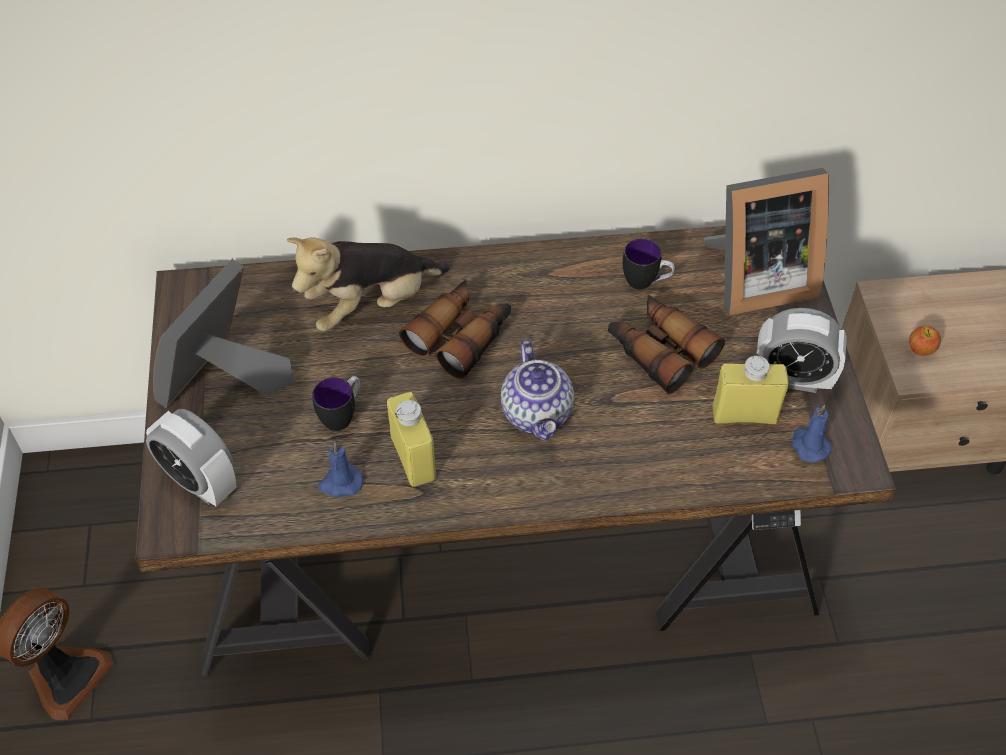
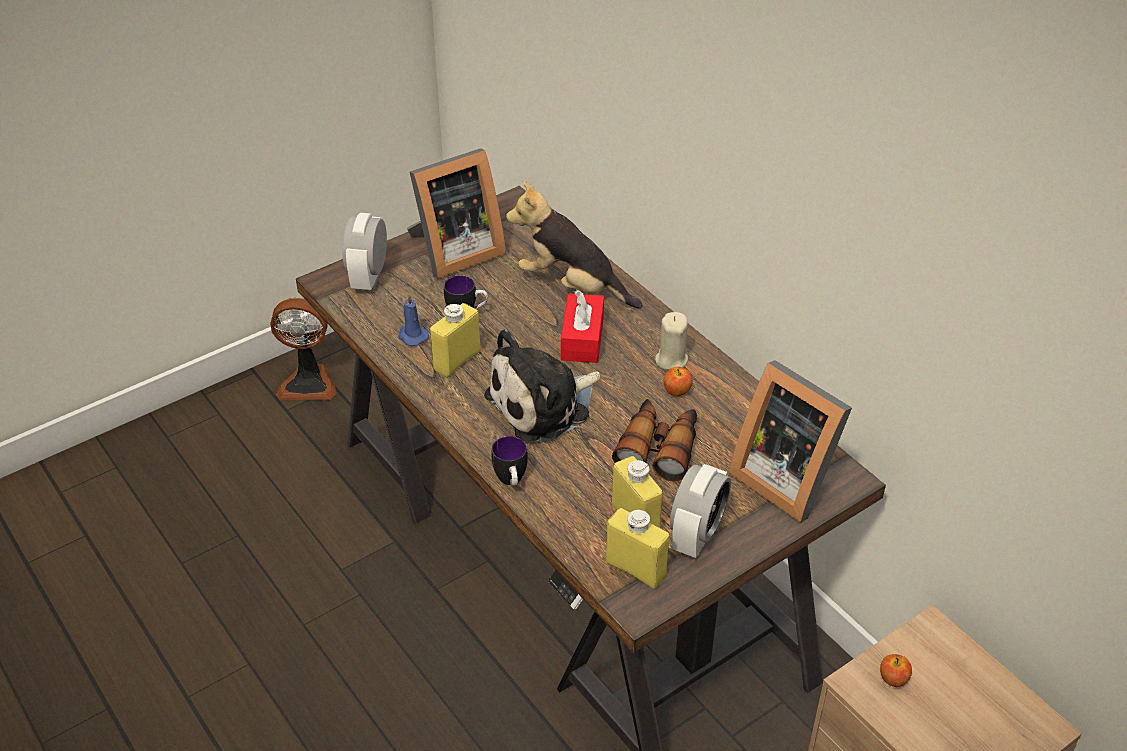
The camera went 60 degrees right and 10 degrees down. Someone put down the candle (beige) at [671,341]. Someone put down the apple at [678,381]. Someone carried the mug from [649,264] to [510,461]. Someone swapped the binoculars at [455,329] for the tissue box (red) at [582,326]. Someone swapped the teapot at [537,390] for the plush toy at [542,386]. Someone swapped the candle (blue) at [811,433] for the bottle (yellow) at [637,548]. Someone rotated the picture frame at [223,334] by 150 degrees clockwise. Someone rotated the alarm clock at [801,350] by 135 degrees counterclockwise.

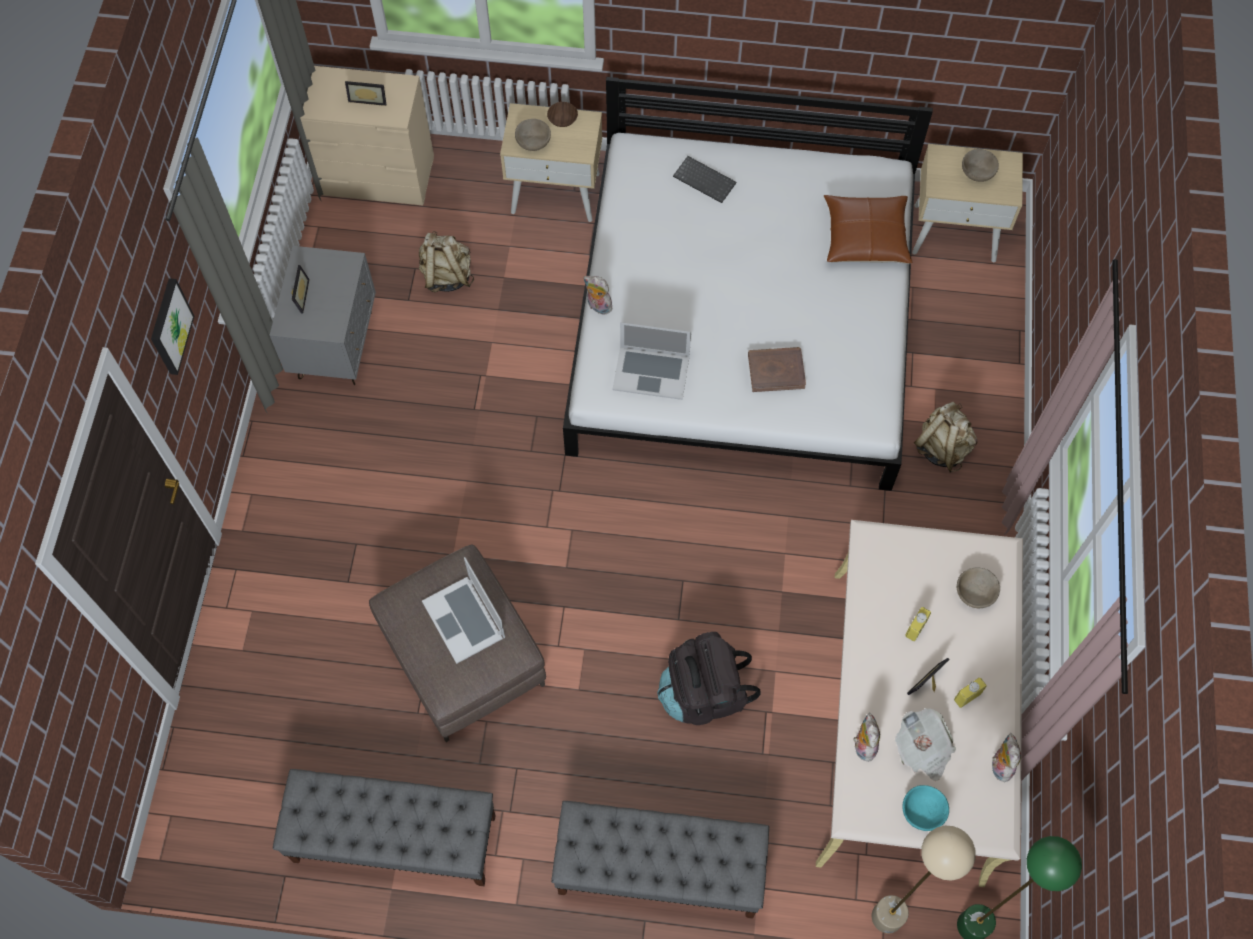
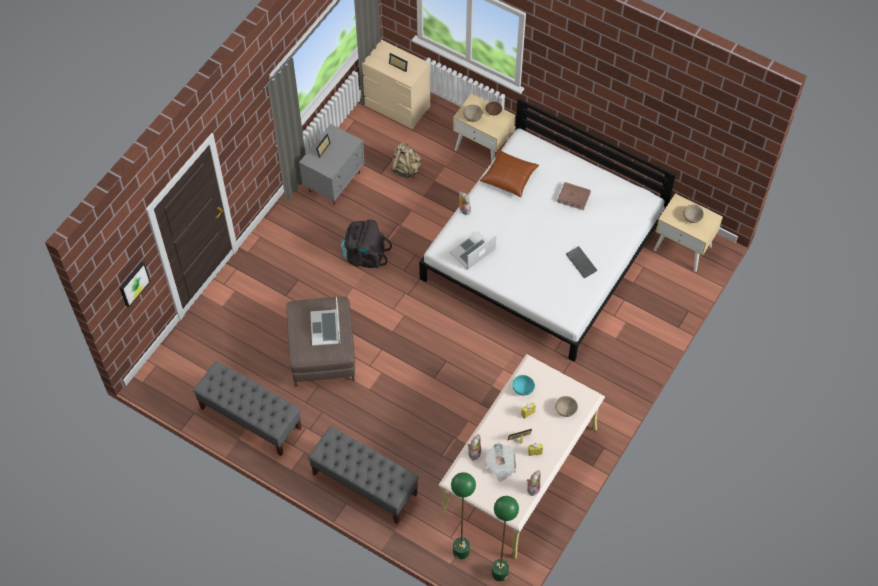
The camera went 25 degrees right and 5 degrees down. Someone took away the backpack (beige) at [946,437]. Someone carried the picture from [172,326] to [134,284]. Someone carried the backpack (black) from [709,678] to [366,244]. Someone carried the keyboard from [705,179] to [581,262]. Someone carried the book (brown) from [777,369] to [574,196]. Someone carried the pillow (brown) from [868,229] to [509,173]. Someone carried the bowl (turquoise) from [925,808] to [523,385]. Someone repainted the floor lamp (beige) at [924,879], which became the floor lamp (green) at [463,515]. Someone rotated the laptop at [652,361] by 105 degrees clockwise.

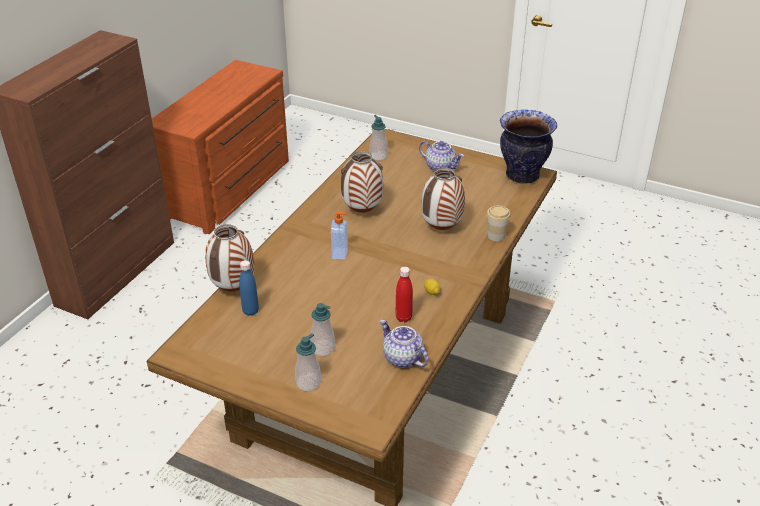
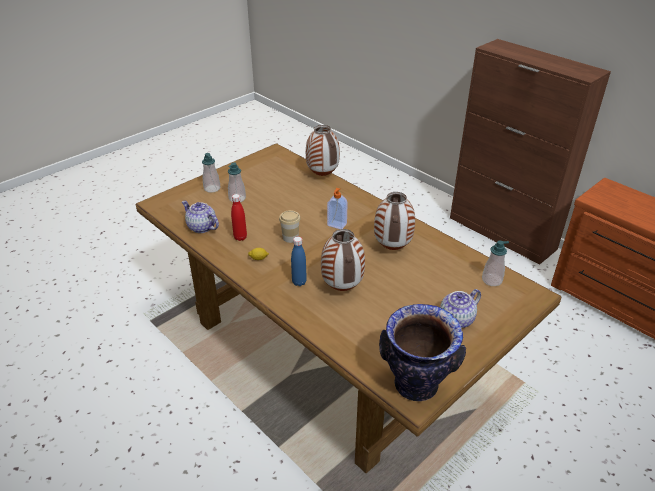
The camera went 110 degrees right and 0 degrees up. Someone carried the bottle (blue) from [249,288] to [299,261]. Someone carried the cup from [499,223] to [290,226]. Someone rotated the teapot at [404,344] by 120 degrees counterclockwise.

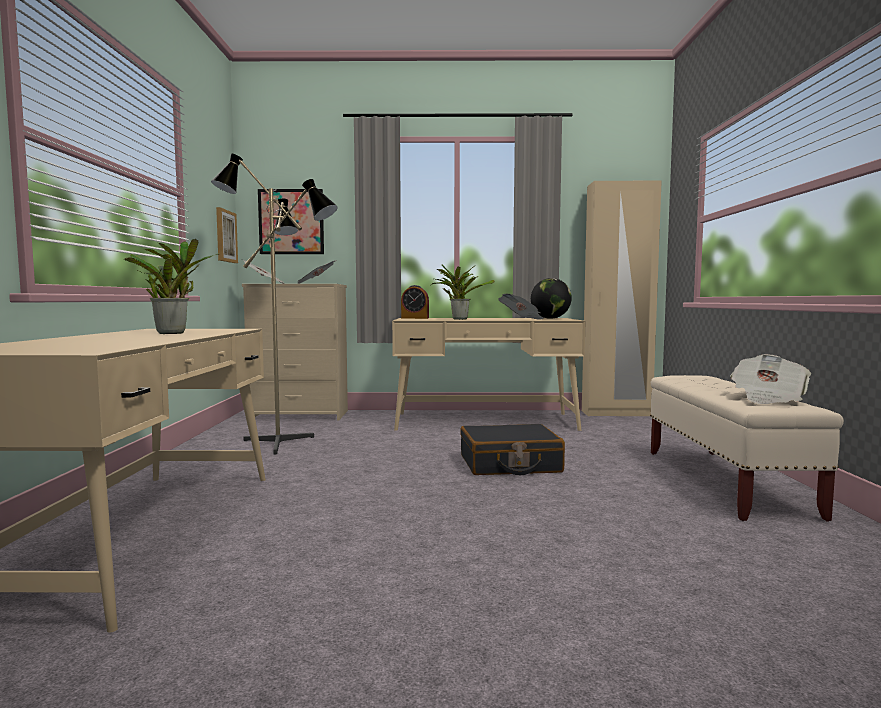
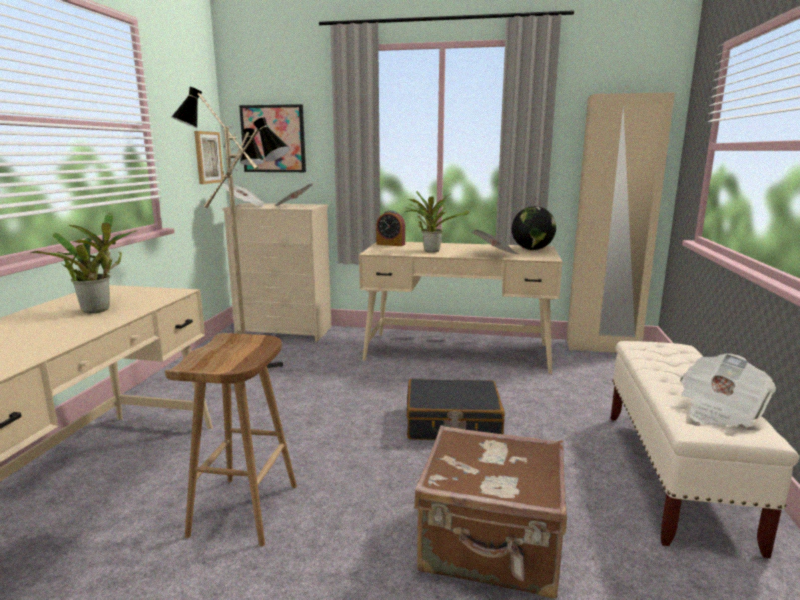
The camera went 10 degrees right and 10 degrees up. Someone put down the stool (brown) at [231,439]. Someone put down the suitcase (brown) at [490,512].

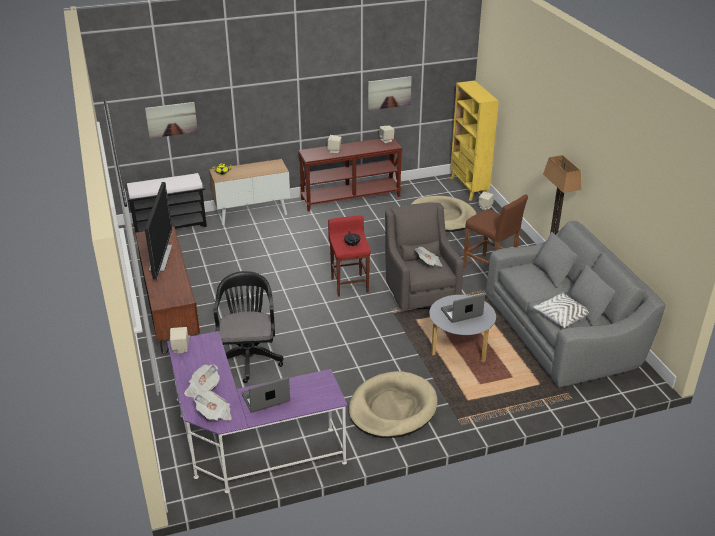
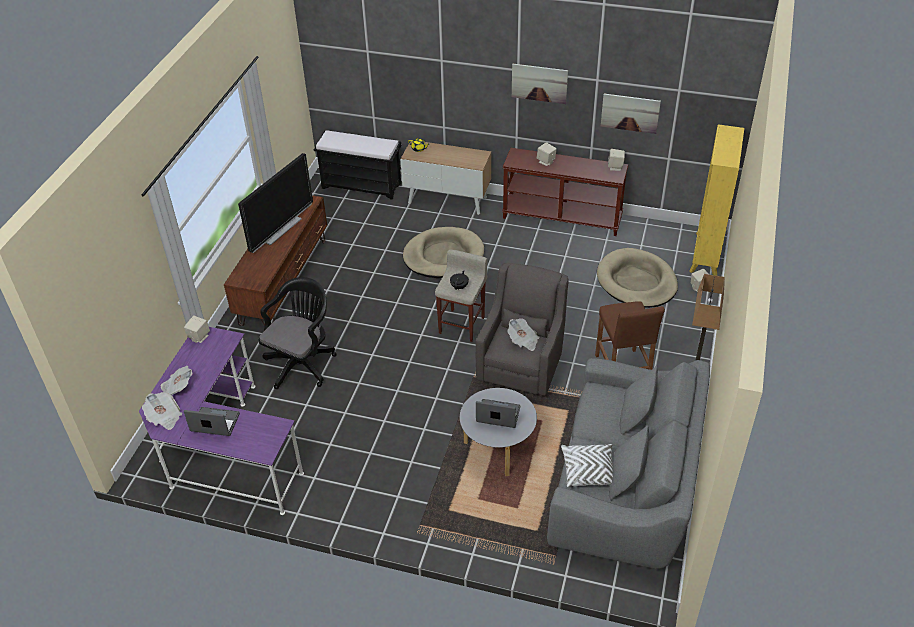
The camera went 35 degrees right and 10 degrees up. Someone carried the picture from [171,120] to [540,84]. Someone carried the dog bed (beige) from [393,404] to [443,252]. Someone repainted the stool (red) at [349,256], which became the stool (beige) at [461,296].

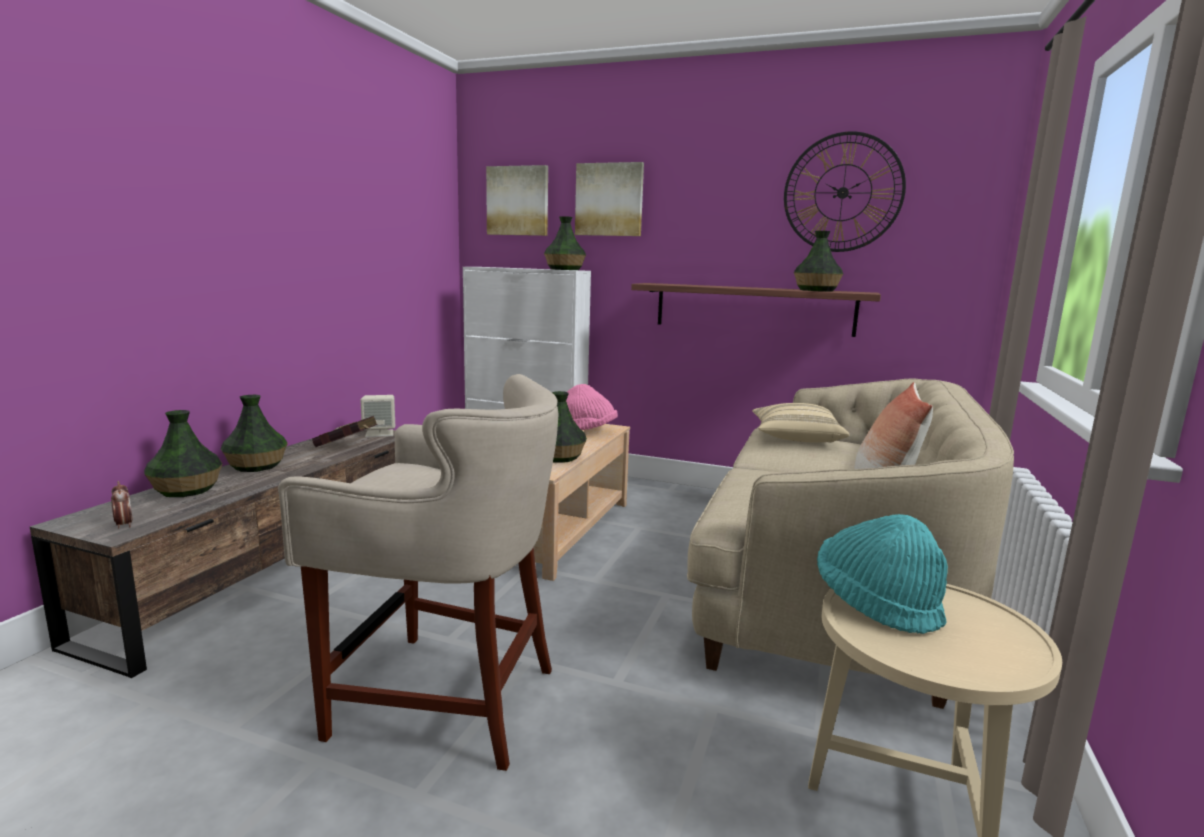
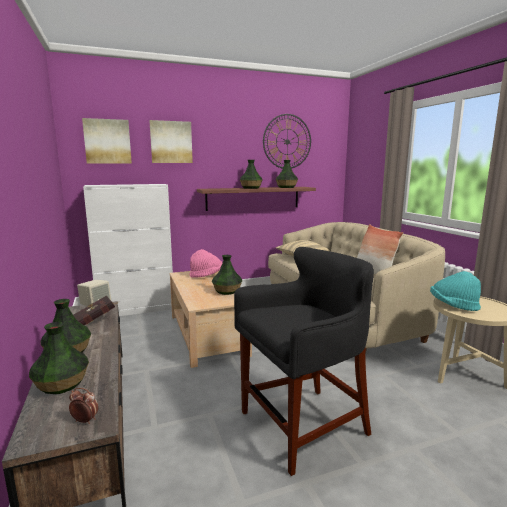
The camera went 40 degrees left and 0 degrees up. Someone carried the vase from [565,243] to [251,174]. Someone repainted the stool (beige) at [418,572], which became the stool (black) at [304,361].

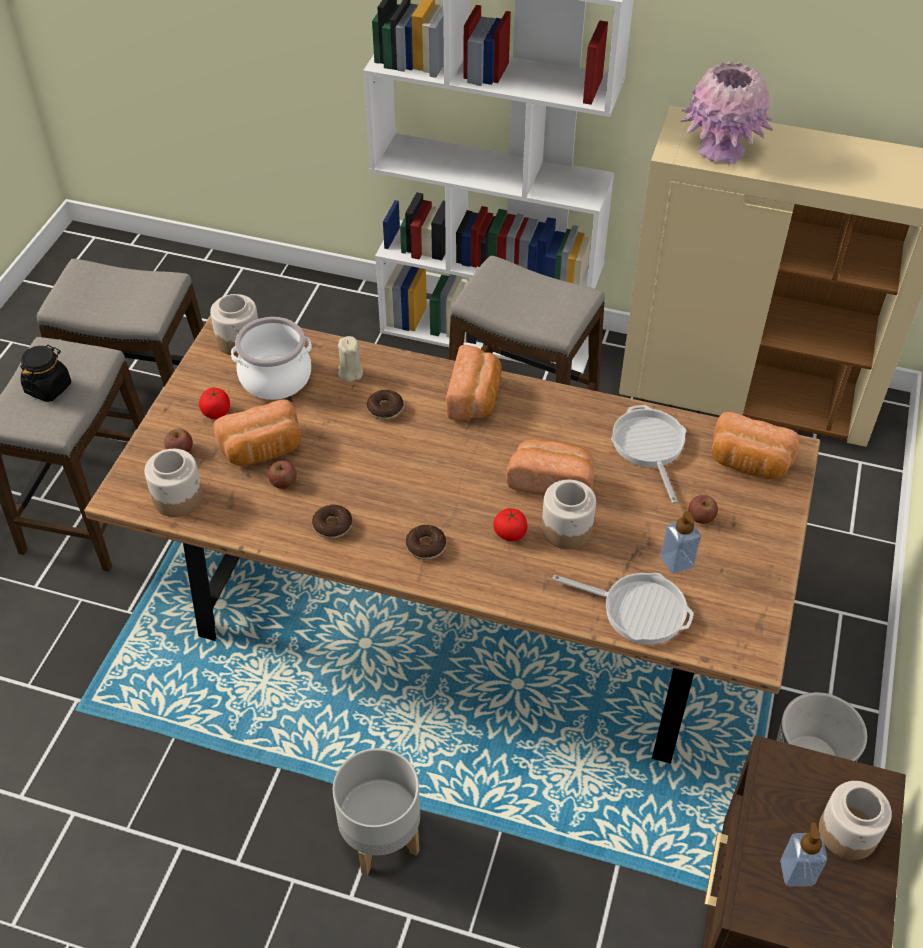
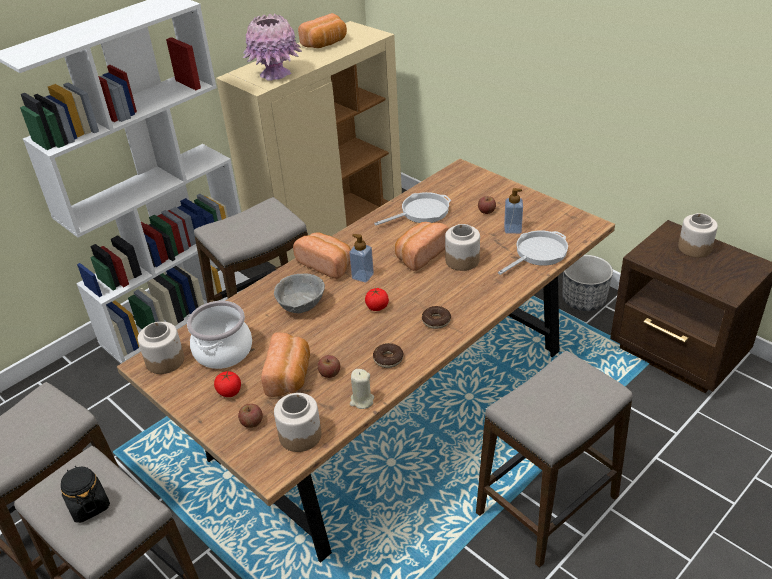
The camera went 60 degrees left and 10 degrees down. Someone carried the candle (beige) from [350,359] to [362,389]. Someone carried the tomato from [510,524] to [377,299]. Someone carried the bread from [756,445] to [322,30]. Someone carried the soap dispenser from [803,854] to [361,258]. Someone swapped the planter (grey) at [376,811] for the stool at [554,459]. Someone swapped the donut at [385,405] for the bowl (grey) at [299,293]. Someone rotated the frying pan at [648,454] by 135 degrees clockwise.

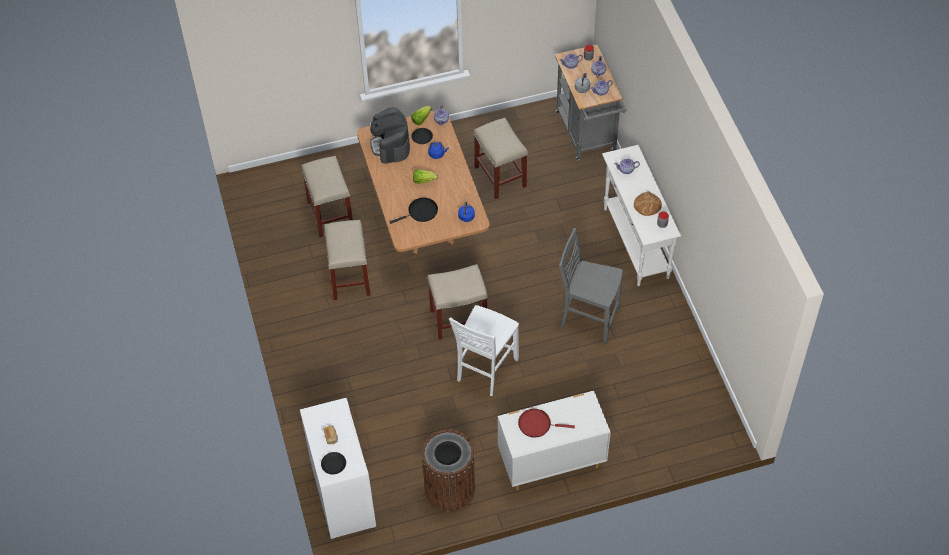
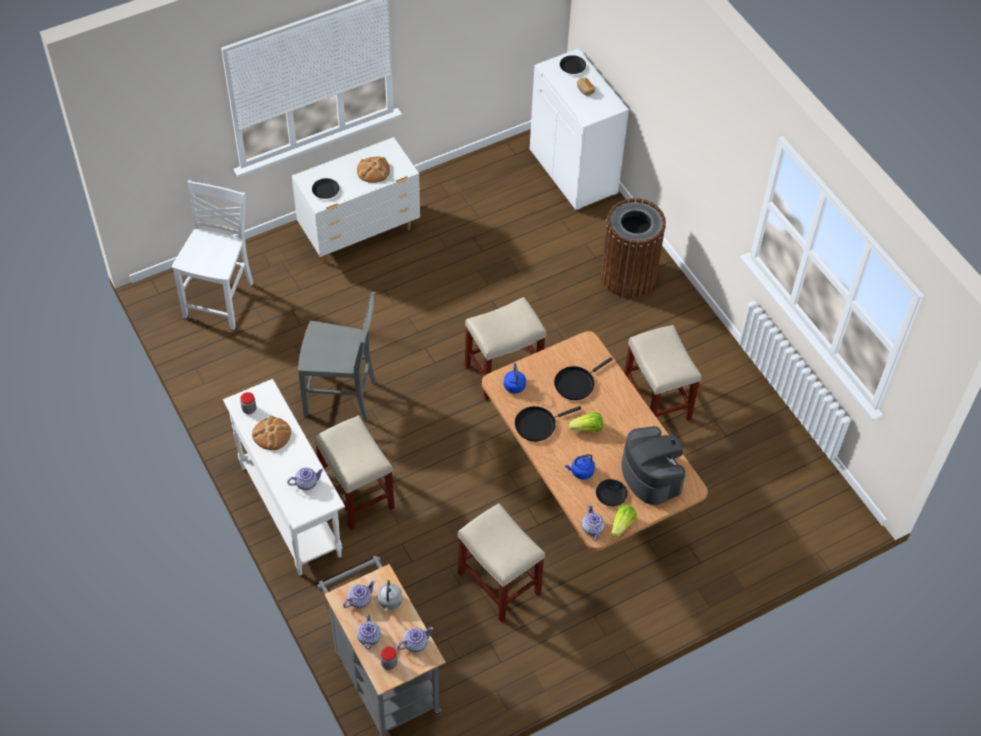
The camera went 165 degrees right and 0 degrees up. Someone put down the plate (black) at [325,188]. Someone put down the frying pan (black) at [548,423]. Someone carried the stool (beige) from [327,196] to [354,472]. Someone carried the trash can (brown) from [448,470] to [633,248]. Someone carried the chair (white) from [484,350] to [212,255]. Someone swapped the frying pan (red) at [546,423] for the bread at [373,170].

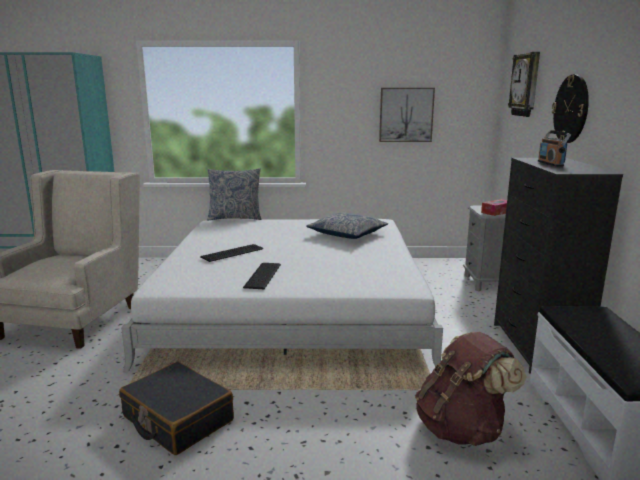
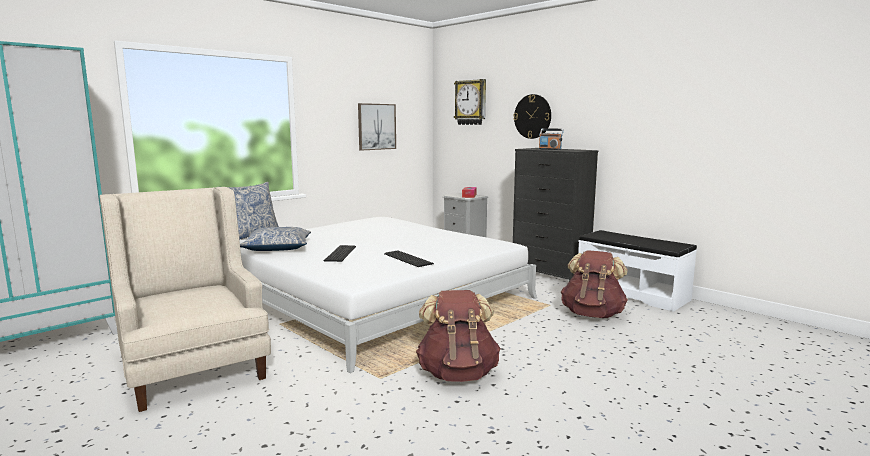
The camera went 45 degrees left and 5 degrees down. Someone carried the pillow from [347,225] to [275,239]. Someone swapped the suitcase (black) at [176,408] for the backpack (brown) at [458,336].

